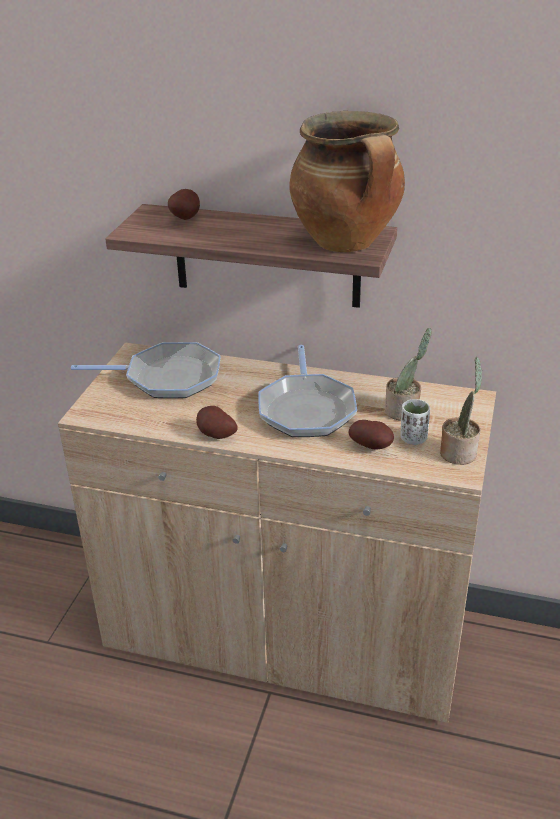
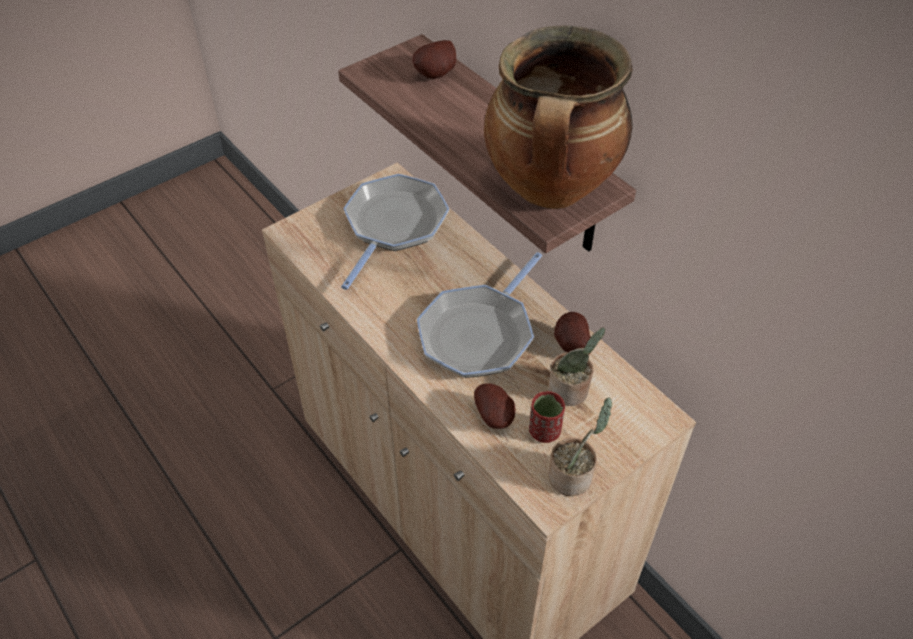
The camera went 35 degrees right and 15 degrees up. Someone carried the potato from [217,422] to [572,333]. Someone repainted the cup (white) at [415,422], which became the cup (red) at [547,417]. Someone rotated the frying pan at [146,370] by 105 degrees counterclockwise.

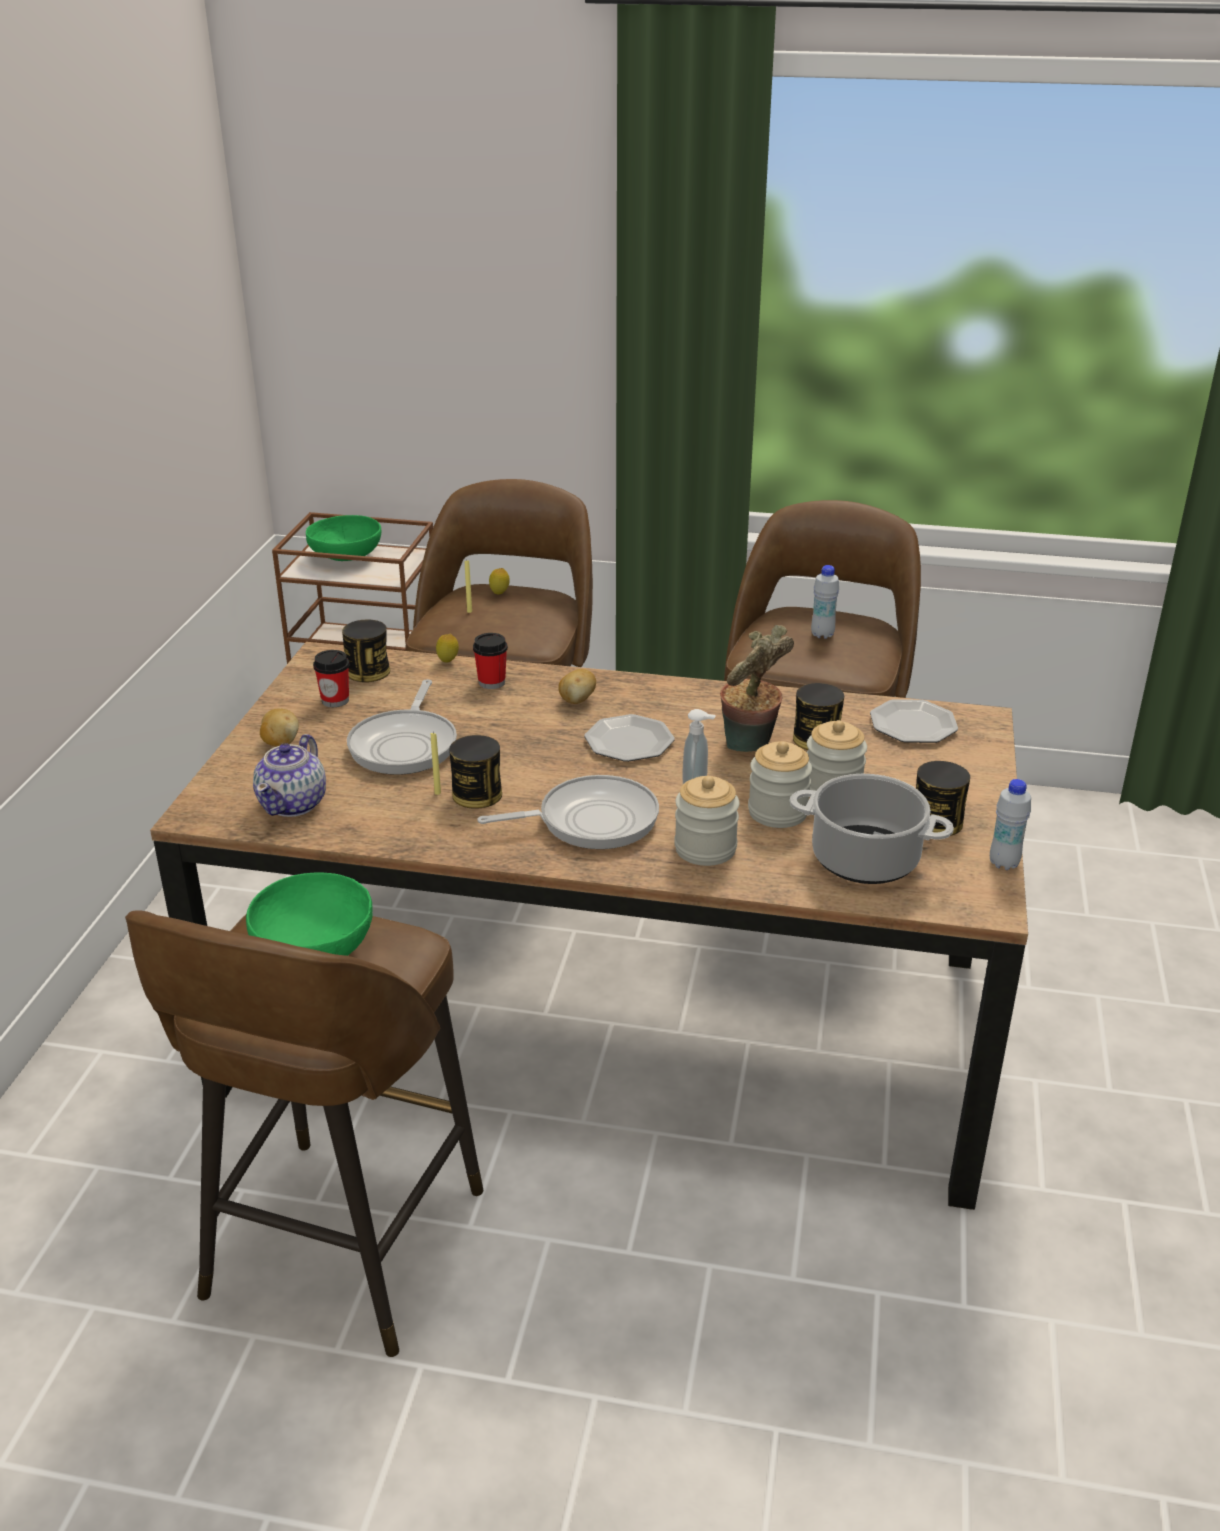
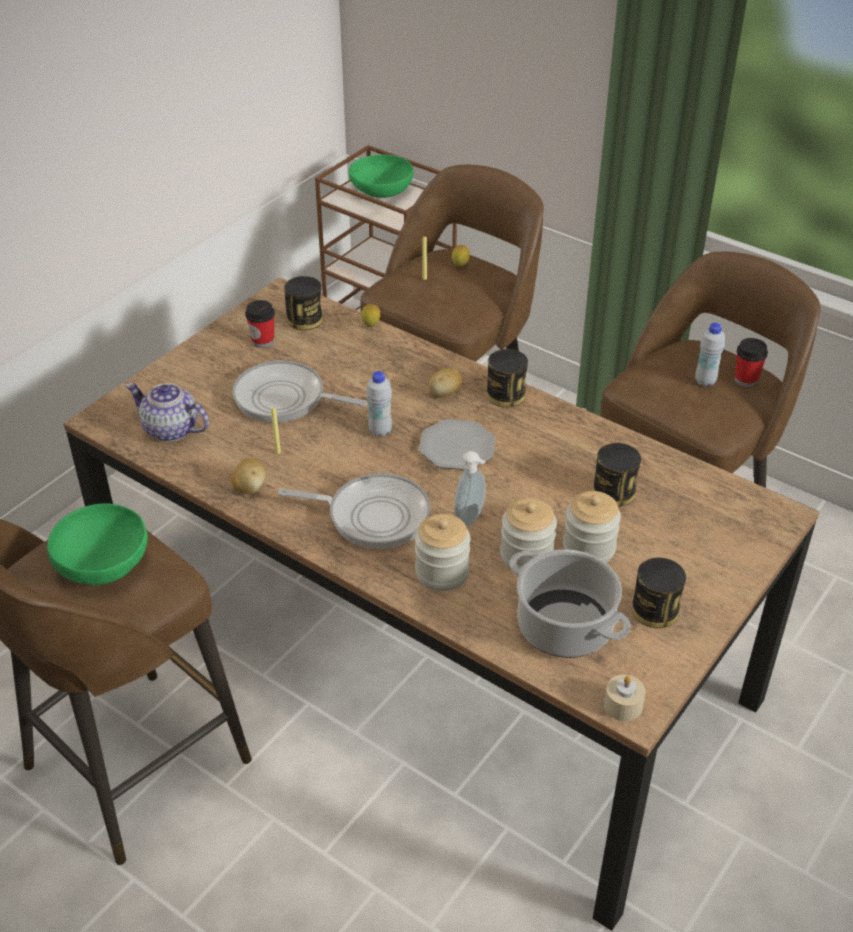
The camera went 25 degrees right and 10 degrees up. Someone took away the potted plant at [757,688]. Someone took away the plate at [914,721]. Someone put down the candle (beige) at [625,697]. Someone carried the potato from [279,727] to [248,476]. Someone carried the can from [475,772] to [507,378]. Someone carried the cup from [490,661] to [751,362]. Someone carried the bottle (white) from [1010,824] to [379,404]. Someone rotated the teapot at [289,775] by 75 degrees clockwise. Someone rotated the frying pan at [402,727] by 75 degrees clockwise.

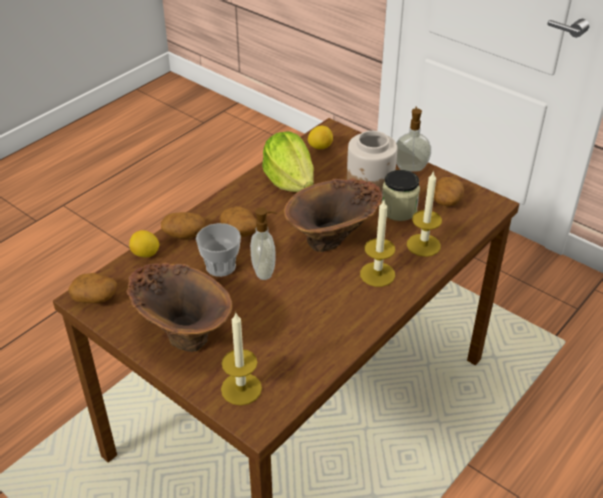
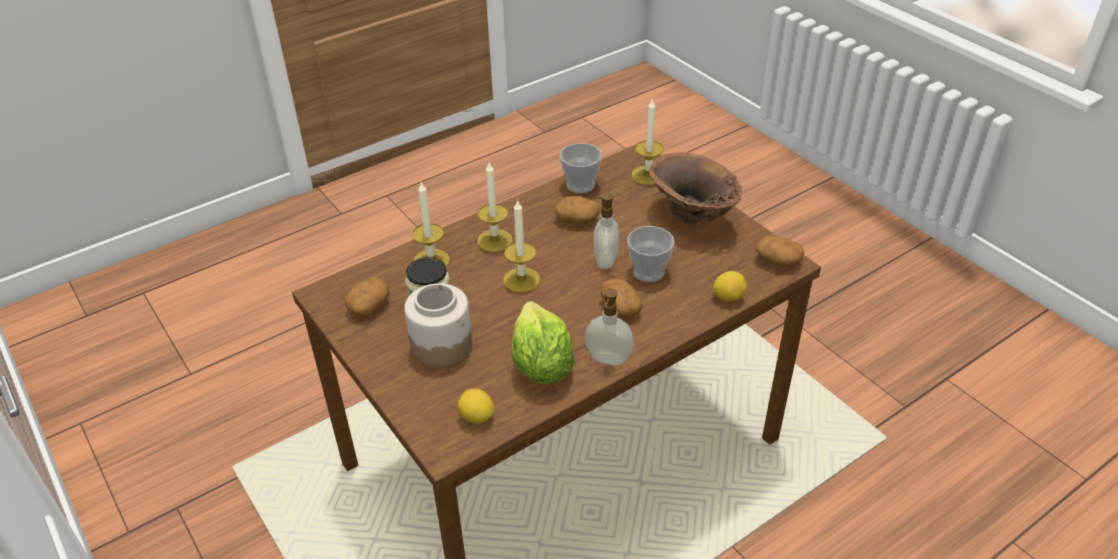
The camera went 165 degrees left and 0 degrees up. Someone put down the cup at [580,168]. Someone carried the potato from [183,225] to [577,210]. Someone carried the soap dispenser from [413,139] to [609,326]. Someone swapped the vase (brown) at [333,215] for the candle at [521,246].

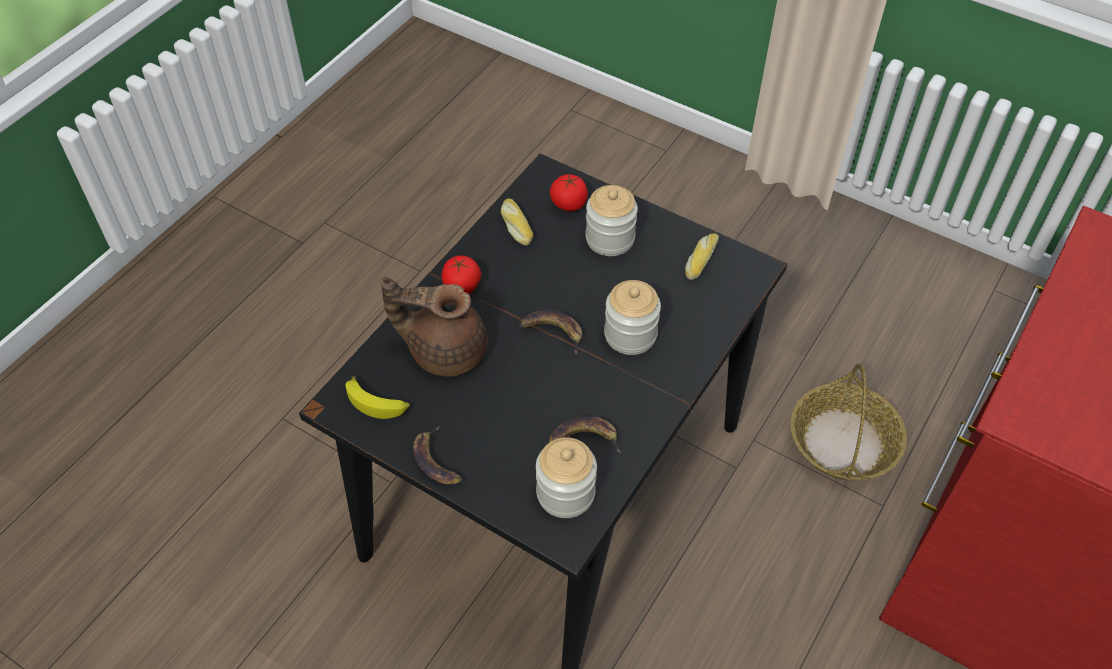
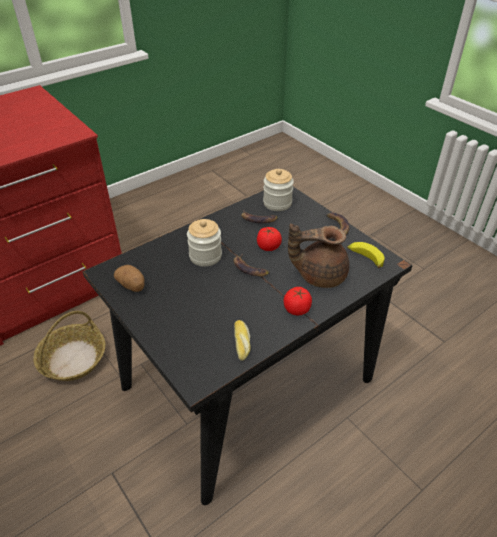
The camera went 160 degrees left and 10 degrees down. Someone took away the jar at [611,220]. Someone carried the tomato from [569,192] to [269,239]. Someone swapped the bread at [702,256] for the potato at [129,278]. Someone rotated the teapot (brown) at [433,327] by 150 degrees clockwise.

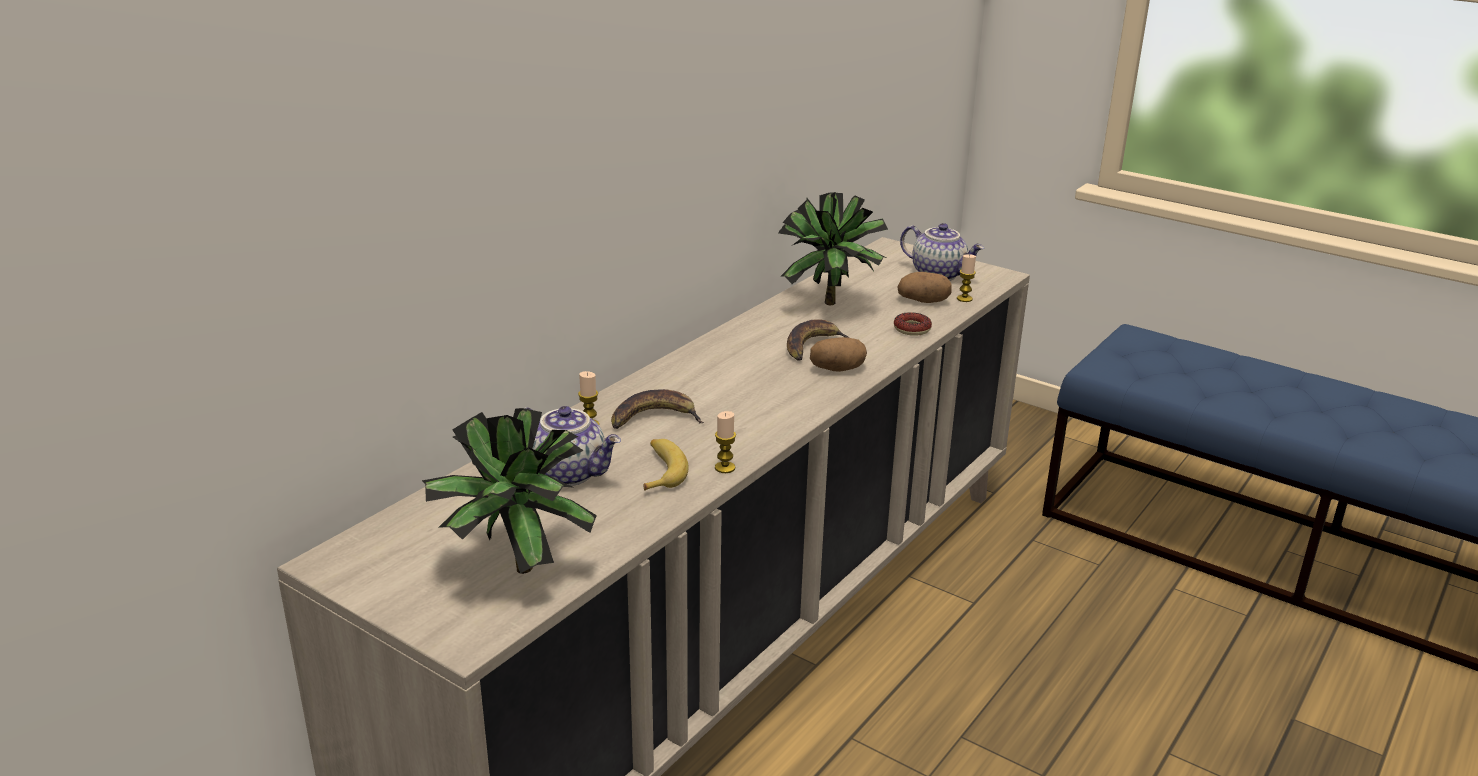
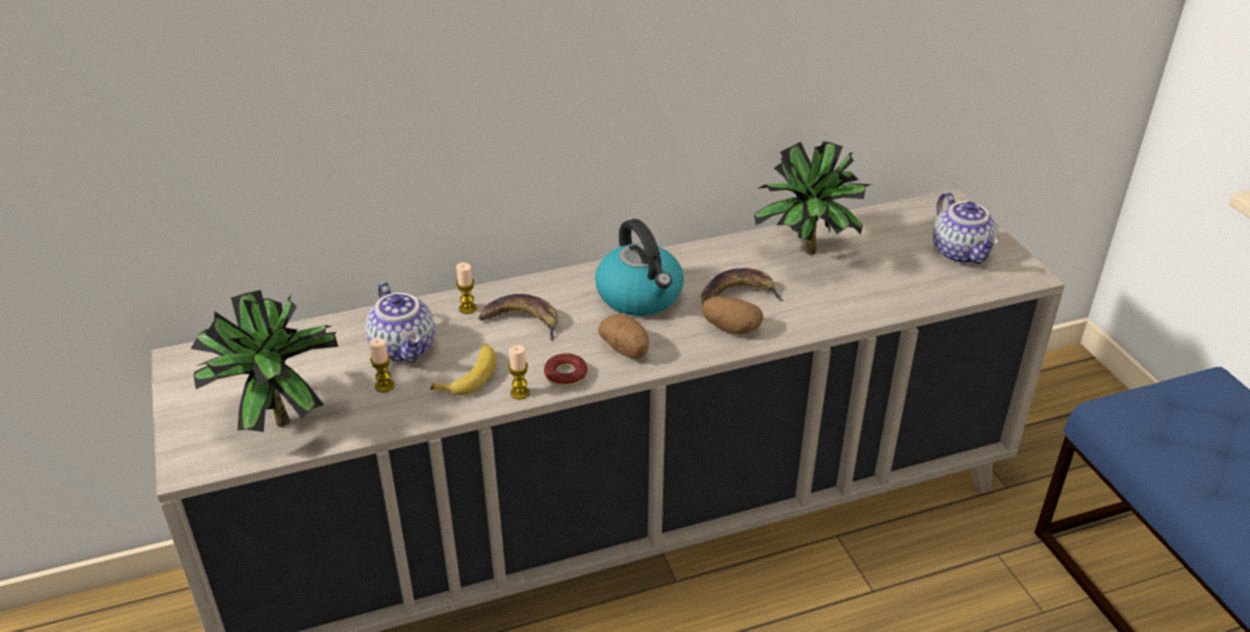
The camera went 35 degrees right and 10 degrees up. Someone put down the kettle at [639,267]. Someone carried the donut from [913,324] to [565,370]. Someone carried the potato from [924,287] to [623,336]. Someone carried the candle from [966,278] to [381,365].

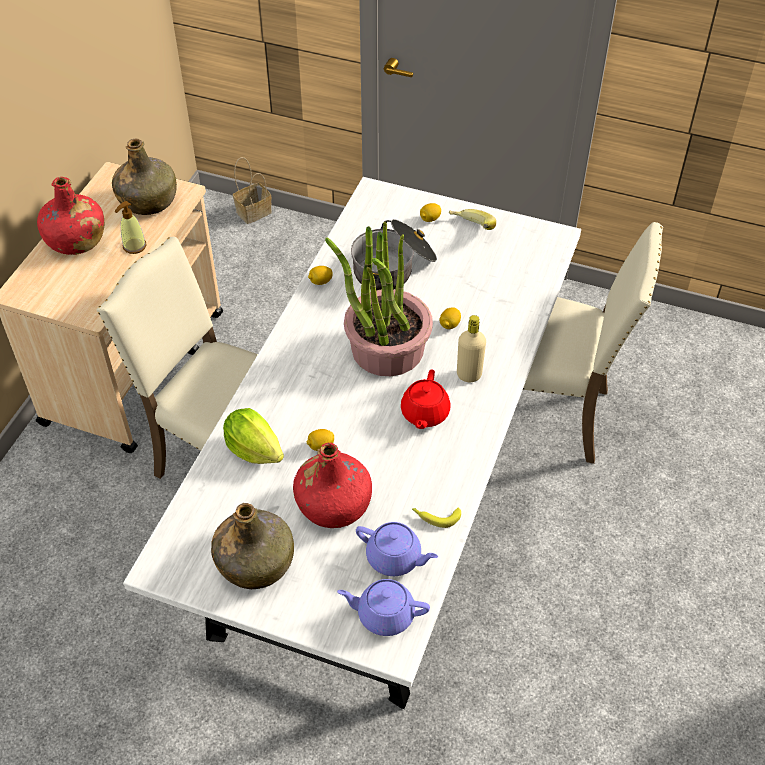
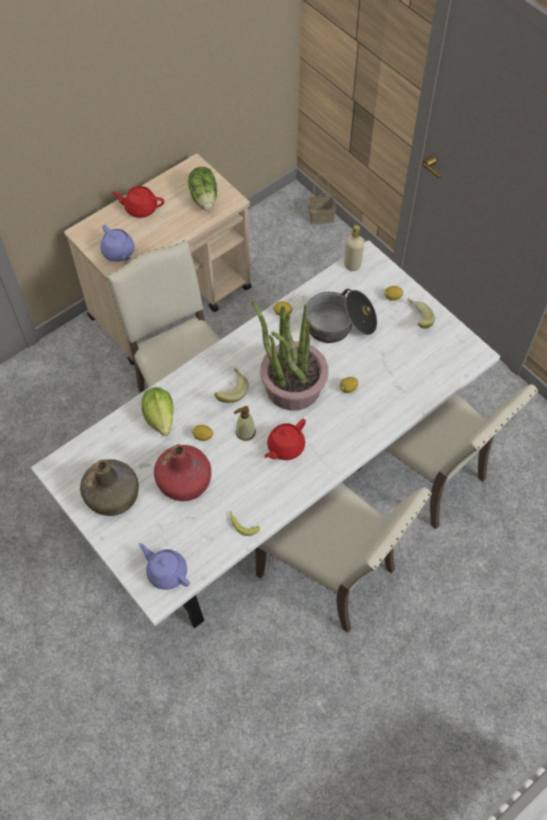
The camera went 30 degrees right and 10 degrees up. Someone put down the banana at [231,385]. Someone put down the chair (beige) at [343,557]. Someone carried the soap dispenser from [130,227] to [245,423]. Someone carried the teapot (purple) from [397,549] to [117,243]. Someone carried the bottle (beige) from [471,348] to [354,248]. Someone swapped the bottle (red) at [70,216] for the teapot (red) at [137,202]. Someone swapped the bottle (green) at [144,176] for the lettuce at [202,189].

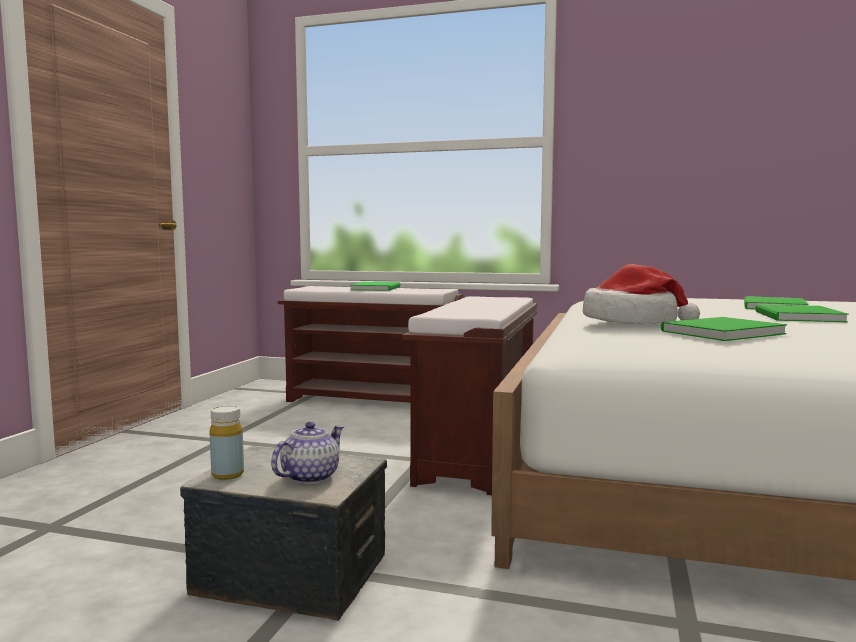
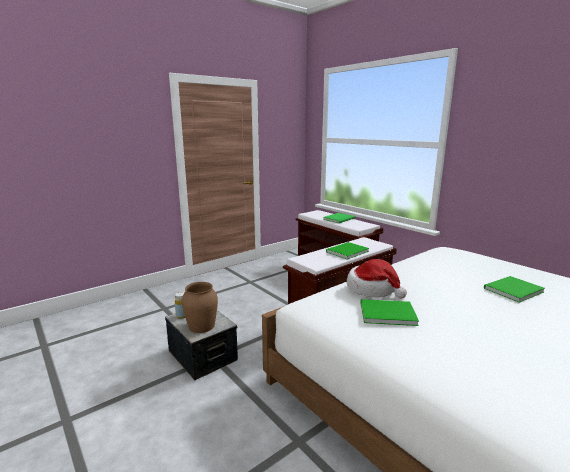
The camera went 35 degrees right and 10 degrees up. Someone carried the book (green) from [802,313] to [347,251]. Someone swapped the teapot at [307,453] for the vase (brown) at [200,307].

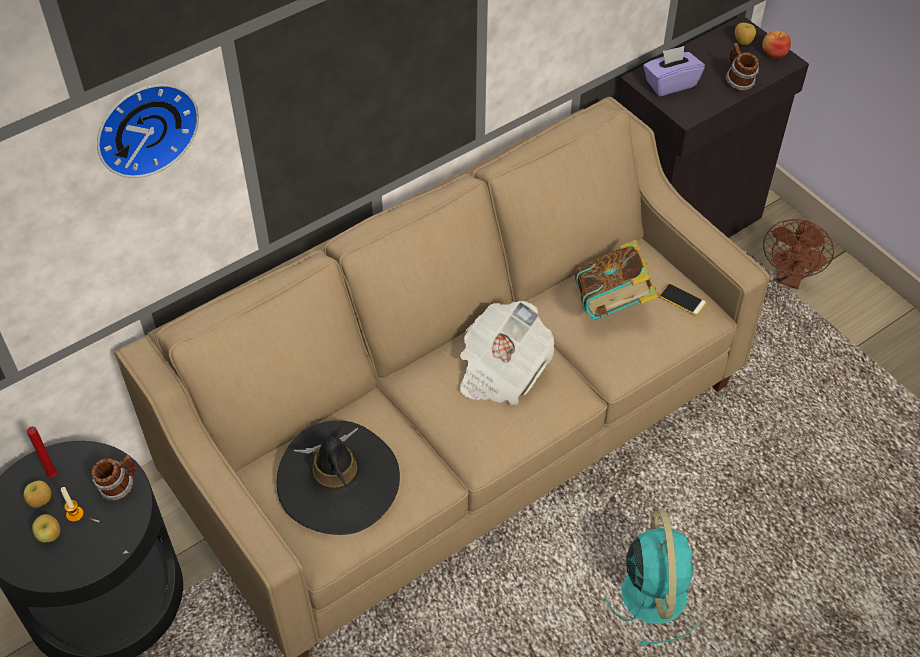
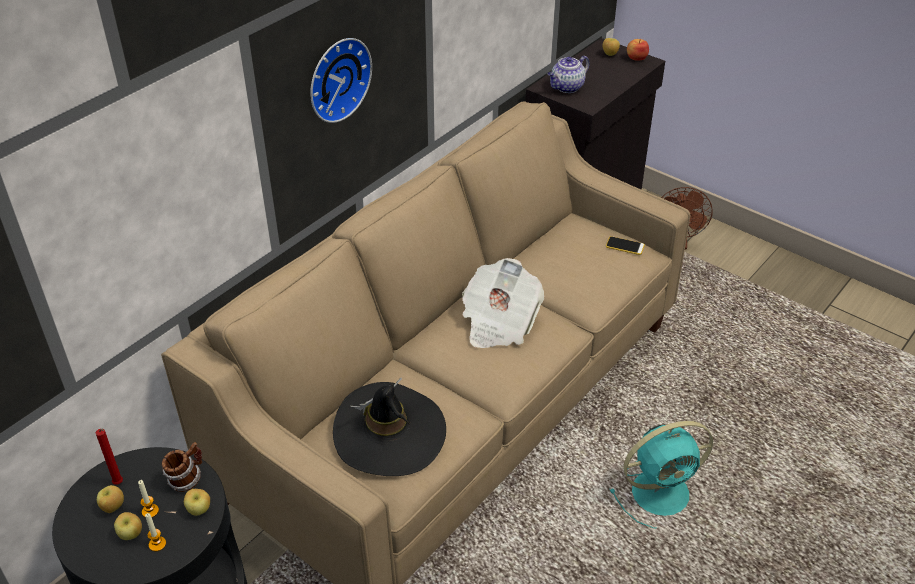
The camera went 15 degrees left and 10 degrees down. Someone took away the book at [617,279]. Someone took away the mug at [742,67]. Someone put down the candle at [155,532]. Someone put down the apple at [197,502]. Someone carried the wall clock from [148,131] to [341,80]. Someone swapped the tissue box (purple) at [674,71] for the teapot at [568,74]. Someone rotated the fan (turquoise) at [653,577] by 90 degrees clockwise.

